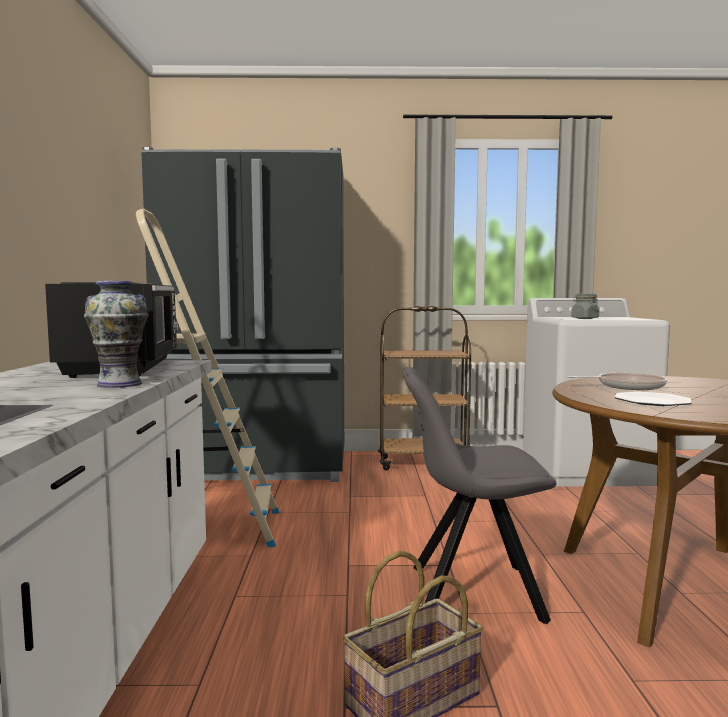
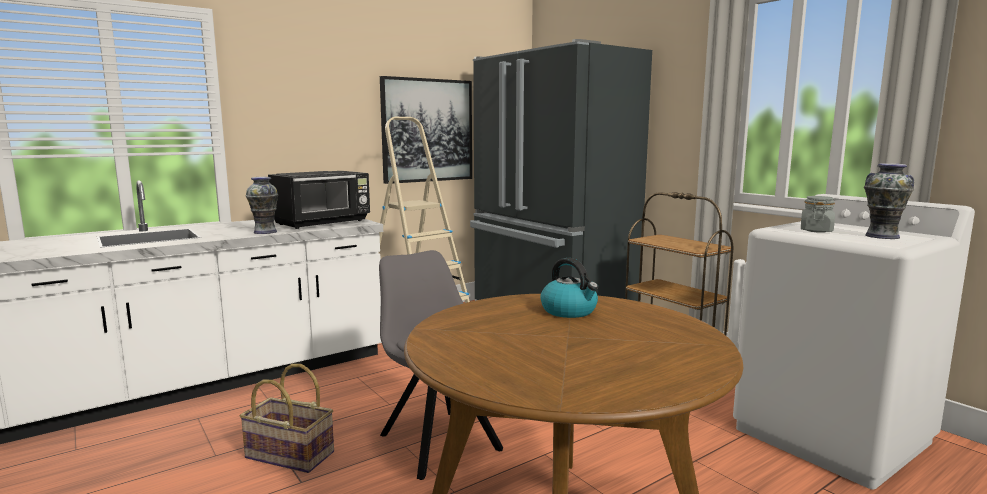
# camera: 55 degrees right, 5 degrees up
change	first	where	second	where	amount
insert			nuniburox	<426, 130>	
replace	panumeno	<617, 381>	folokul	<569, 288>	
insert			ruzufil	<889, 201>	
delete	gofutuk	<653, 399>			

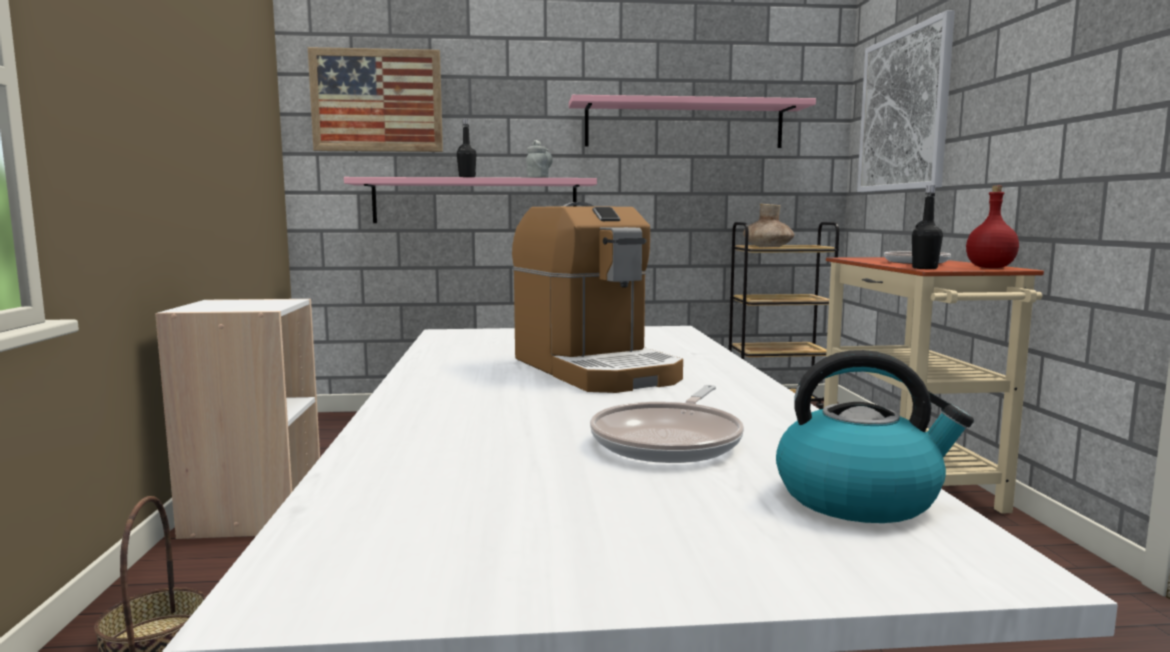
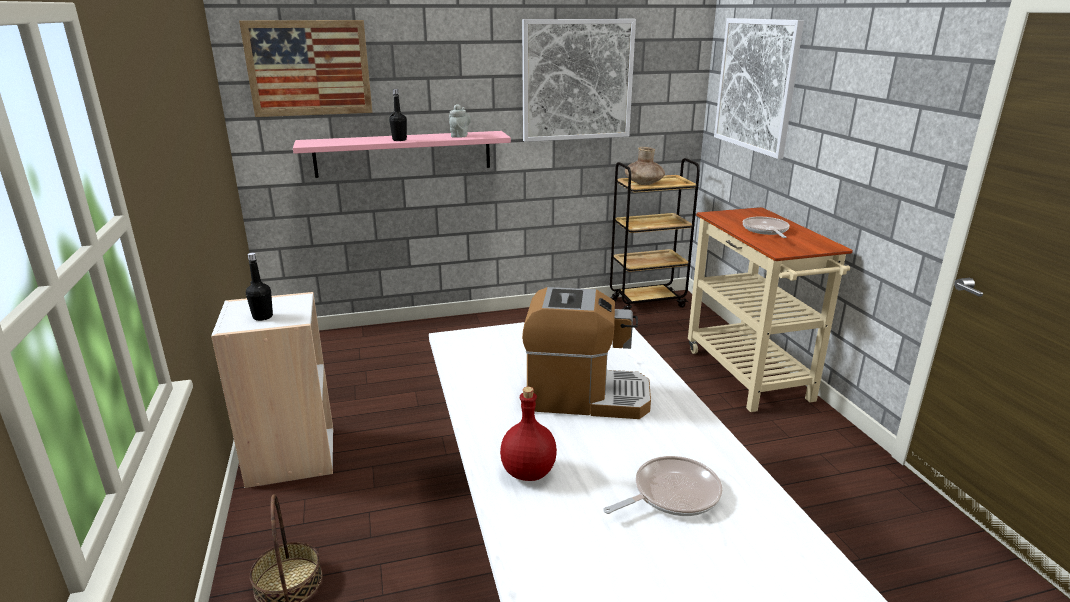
# camera: 10 degrees left, 15 degrees up
change	first	where	second	where	amount
move	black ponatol	<927, 227>		<259, 287>	
move	red ponatol	<992, 227>		<528, 434>	
replace	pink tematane	<692, 121>	nuniburox	<579, 80>	
rotate	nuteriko	<597, 297>		<586, 353>	45 degrees counterclockwise
rotate	panumeno	<667, 424>		<662, 486>	135 degrees counterclockwise
delete	folokul	<875, 436>			

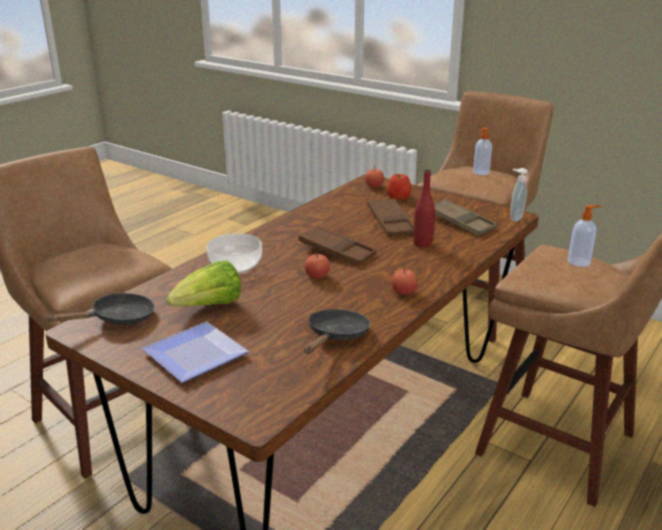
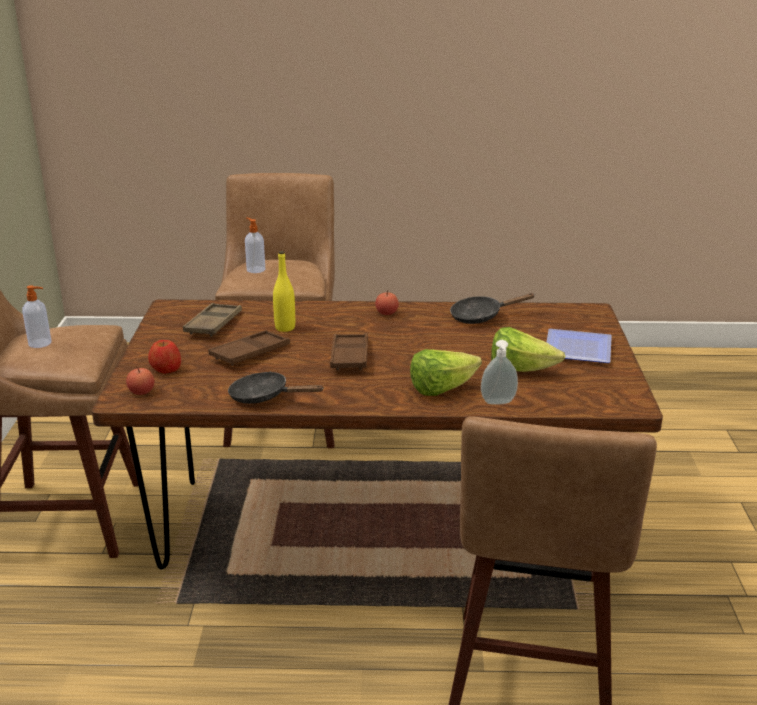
# camera: 125 degrees left, 0 degrees up
change	first	where	second	where	amount
move	black panumeno	<100, 309>		<276, 387>	
recolor	red ponatol	<424, 208>	yellow ponatol	<284, 291>	
replace	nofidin	<234, 253>	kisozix	<446, 372>	
move	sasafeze	<519, 195>		<499, 372>	
delete	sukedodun	<317, 264>			

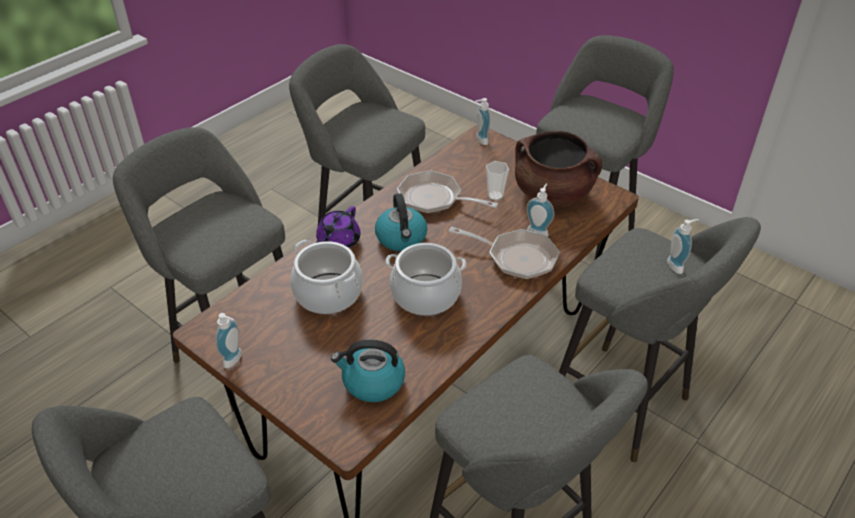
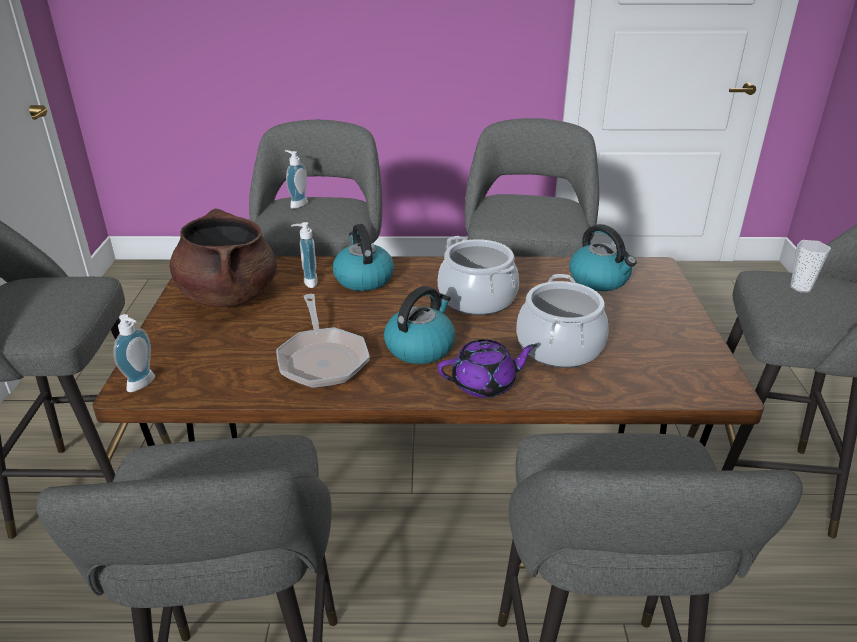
# camera: 130 degrees left, 10 degrees down
change	first	where	second	where	amount
replace	panumeno	<504, 253>	folokul	<363, 257>	
move	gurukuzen	<497, 181>		<810, 266>	
delete	sasafeze	<228, 340>			

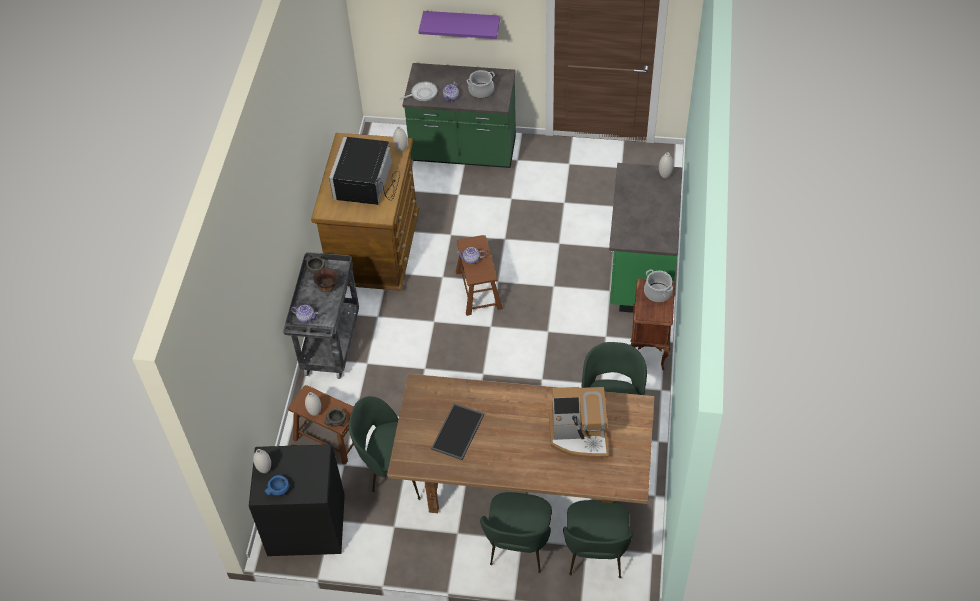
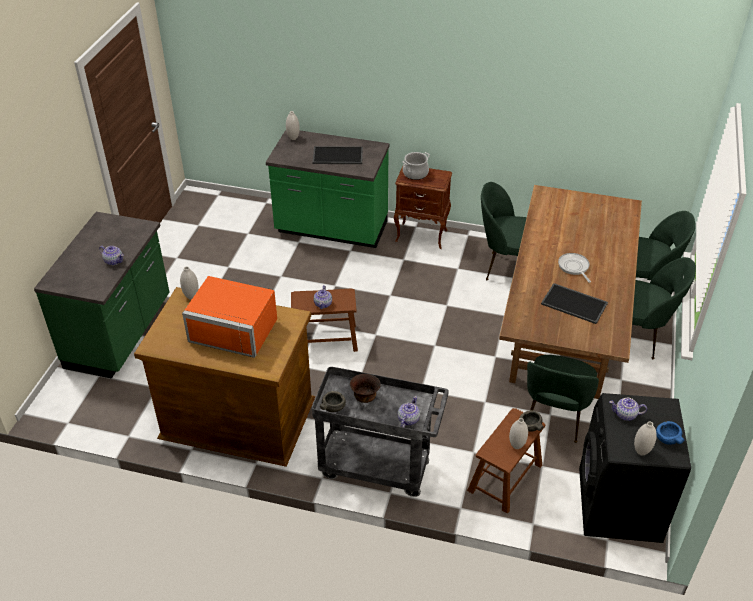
# camera: 85 degrees left, 10 degrees down
change	first	where	second	where	amount
recolor	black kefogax	<364, 170>	orange kefogax	<229, 317>	
insert			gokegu	<337, 155>	
move	panumeno	<418, 91>		<574, 268>	
insert			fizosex	<628, 409>	
delete	purple tematane	<459, 25>			
delete	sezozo	<481, 84>			
delete	nuteriko	<579, 422>			

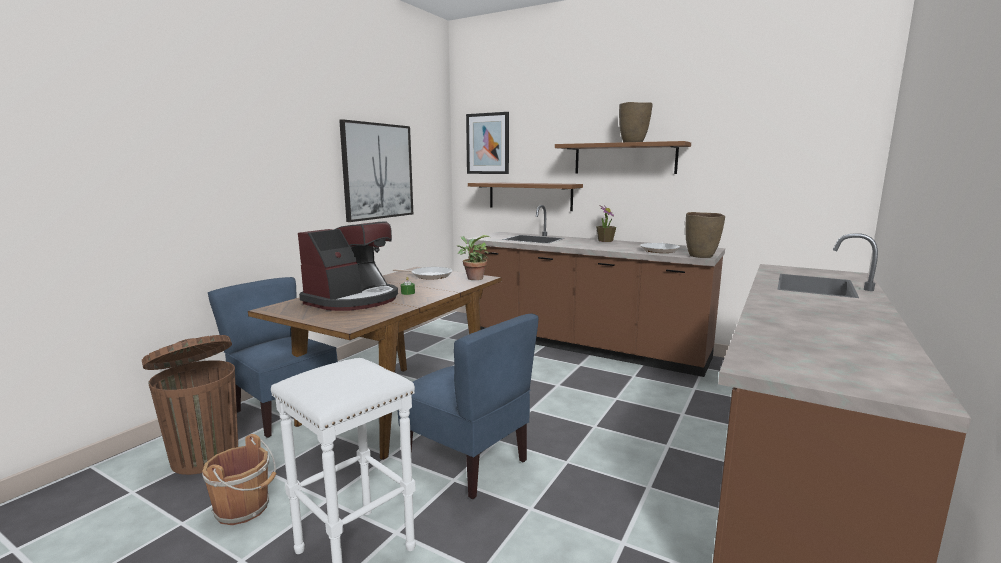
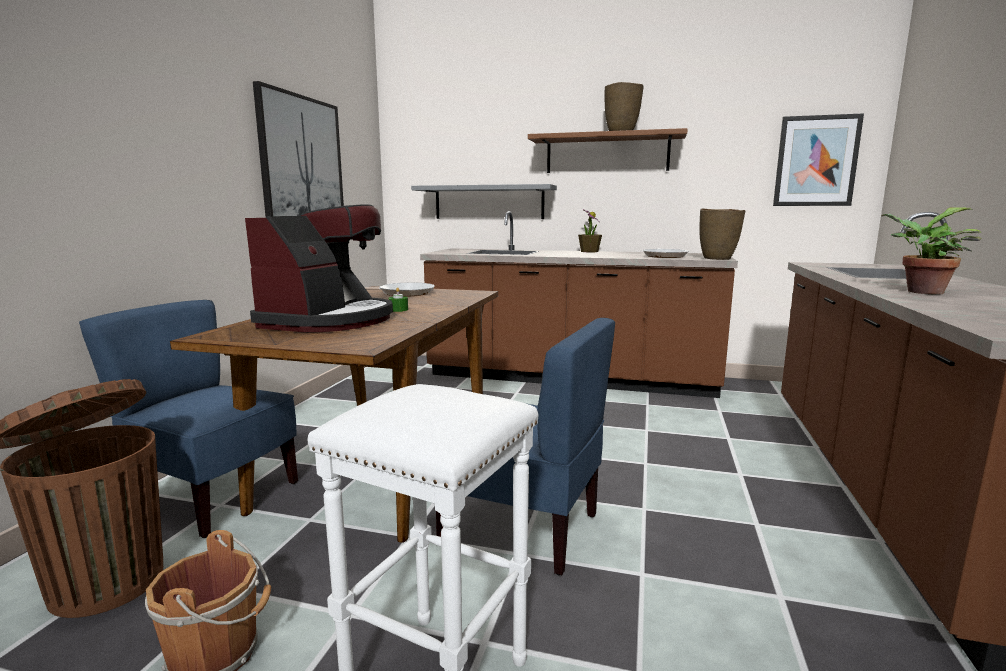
# camera: 15 degrees left, 0 degrees up
change	first	where	second	where	amount
recolor	brown tematane	<525, 196>	grey tematane	<484, 201>	
move	nuniburox	<487, 143>		<818, 159>	
move	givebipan	<473, 257>		<931, 250>	

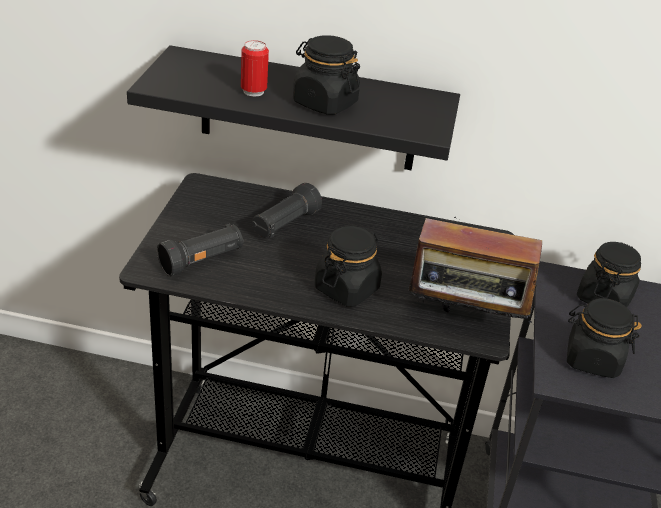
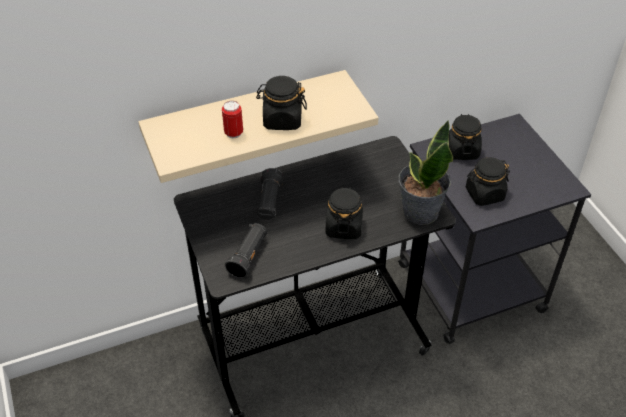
# camera: 30 degrees left, 10 degrees up
change	first	where	second	where	amount
recolor	black tematane	<293, 107>	beige tematane	<258, 126>	
replace	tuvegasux	<475, 271>	givebipan	<426, 172>	

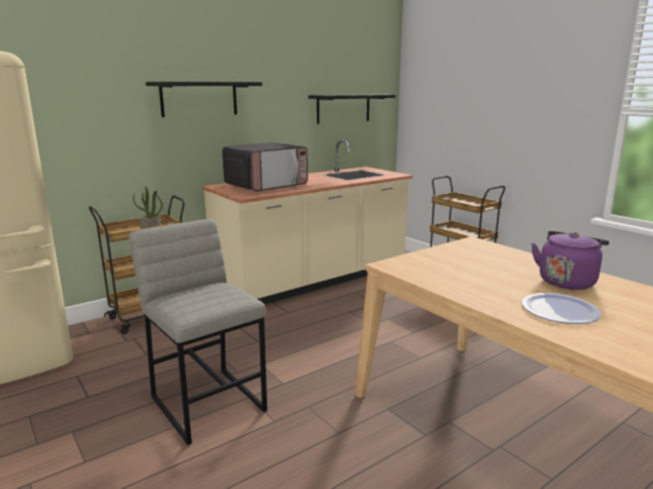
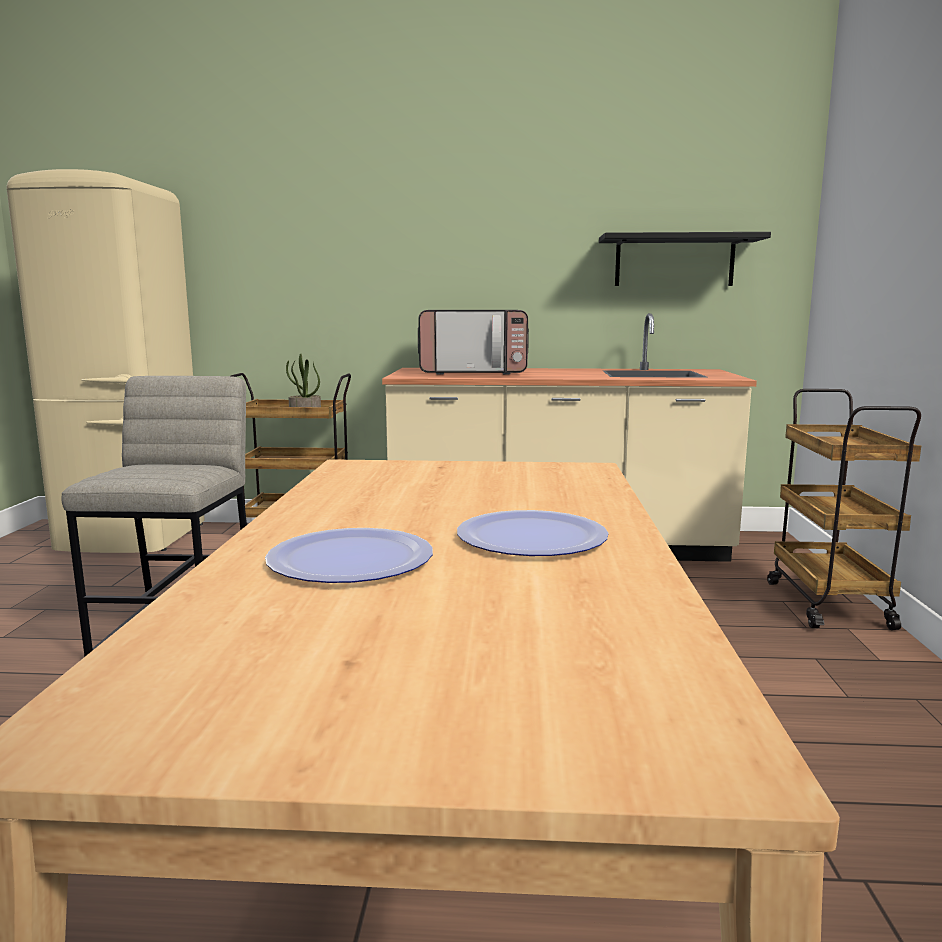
# camera: 40 degrees right, 5 degrees down
change	first	where	second	where	amount
replace	purple folokul	<570, 260>	gofutuk	<533, 533>	
delete	black tematane	<204, 99>			

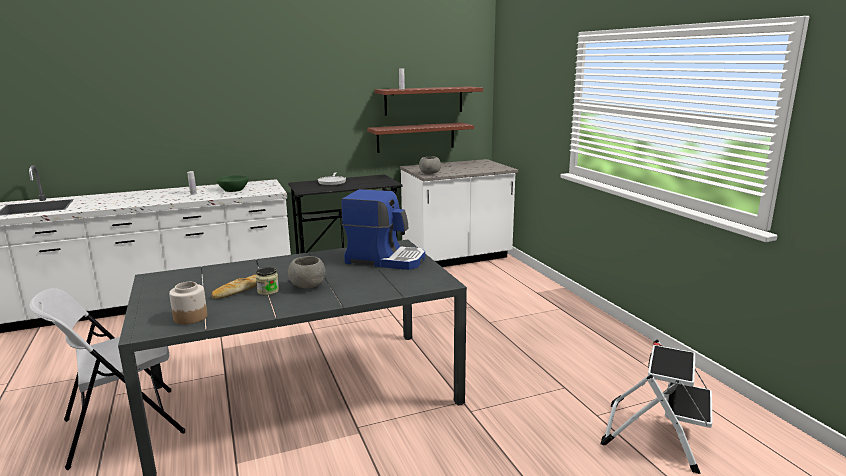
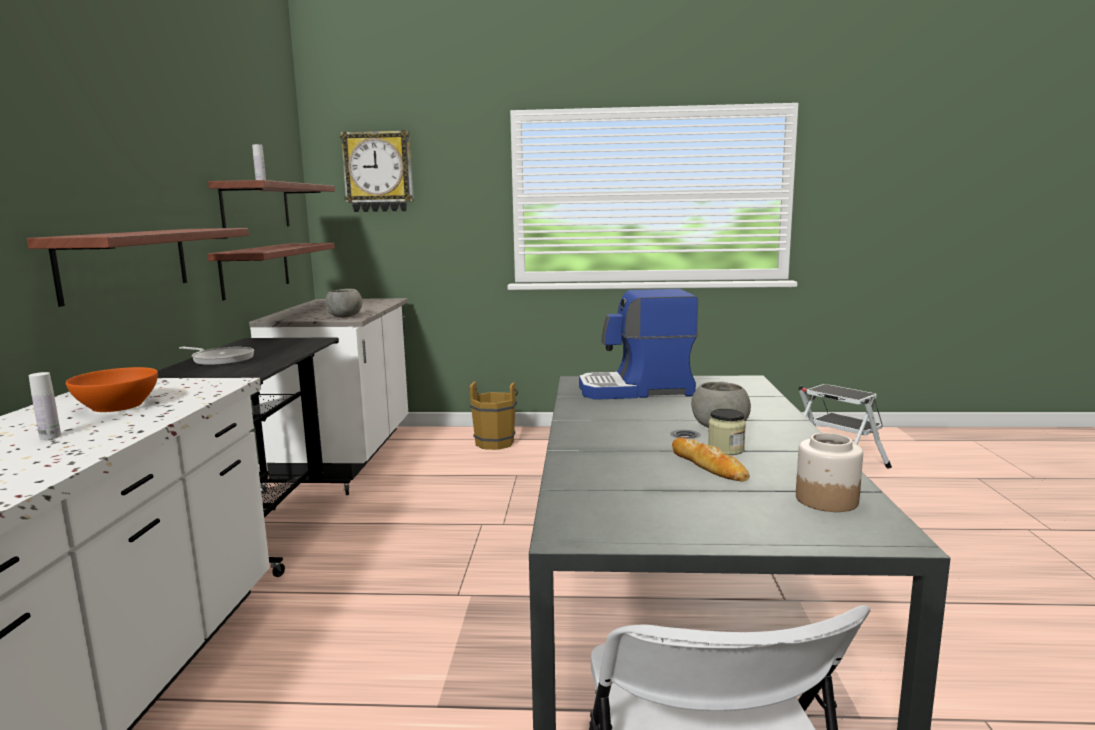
# camera: 65 degrees left, 5 degrees down
change	first	where	second	where	amount
insert			tematane	<138, 267>	
recolor	green nofidin	<232, 183>	orange nofidin	<112, 389>	
insert			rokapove	<377, 171>	
insert			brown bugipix	<493, 416>	
rotate	nuteriko	<383, 229>		<638, 344>	135 degrees counterclockwise

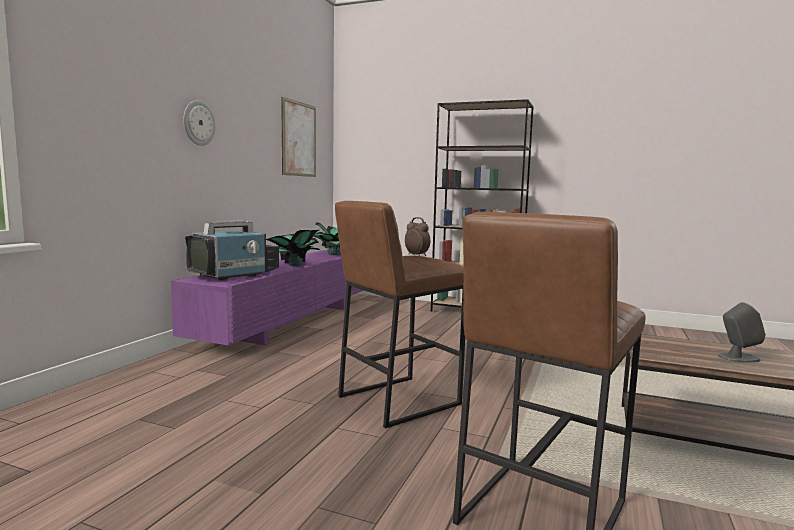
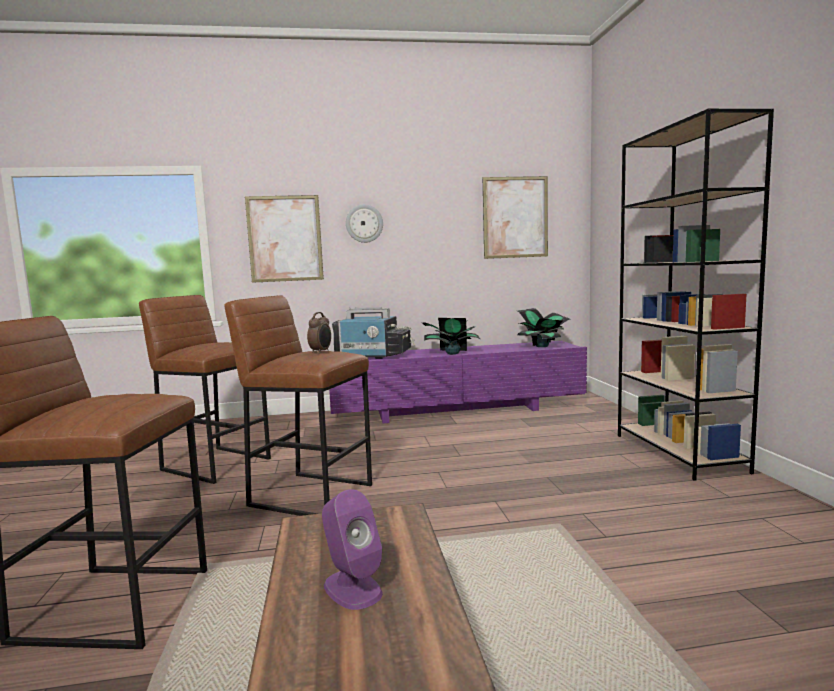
# camera: 60 degrees right, 0 degrees up
change	first	where	second	where	amount
insert			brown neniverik	<205, 389>	
insert			nuniburox	<284, 239>	
recolor	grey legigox	<742, 332>	purple legigox	<352, 549>	

